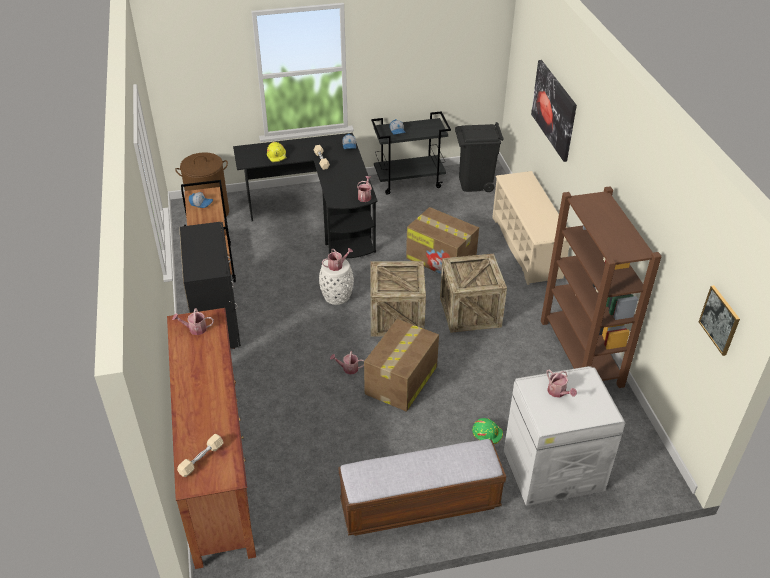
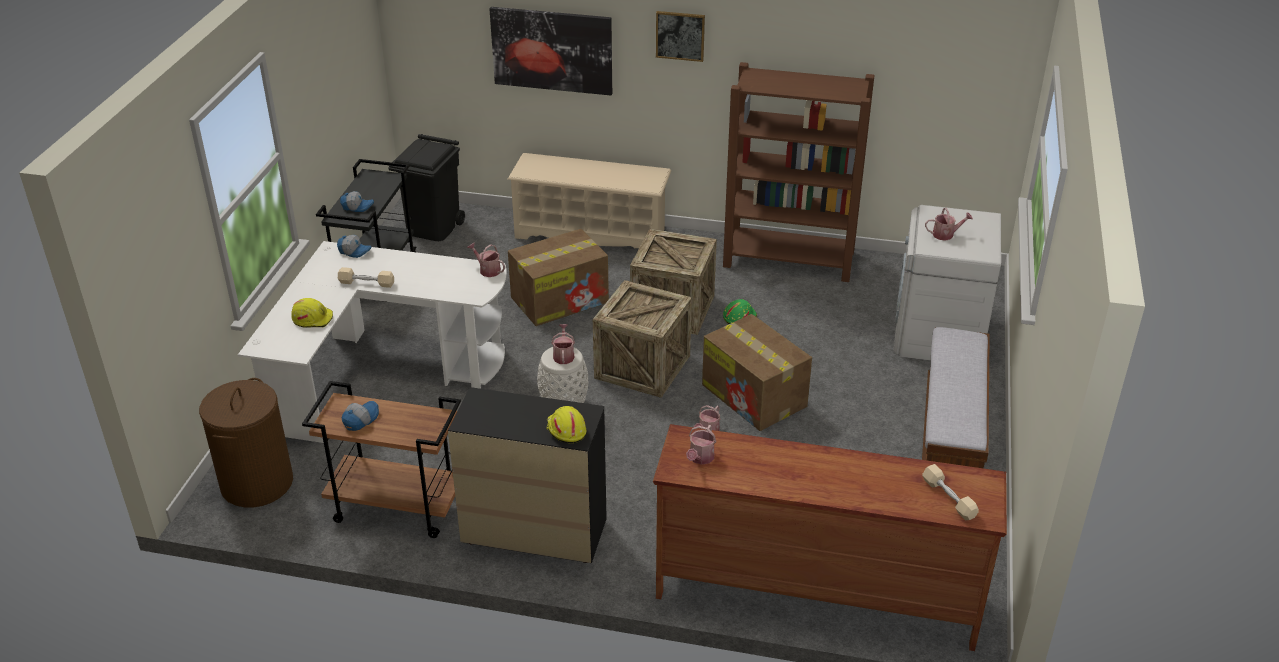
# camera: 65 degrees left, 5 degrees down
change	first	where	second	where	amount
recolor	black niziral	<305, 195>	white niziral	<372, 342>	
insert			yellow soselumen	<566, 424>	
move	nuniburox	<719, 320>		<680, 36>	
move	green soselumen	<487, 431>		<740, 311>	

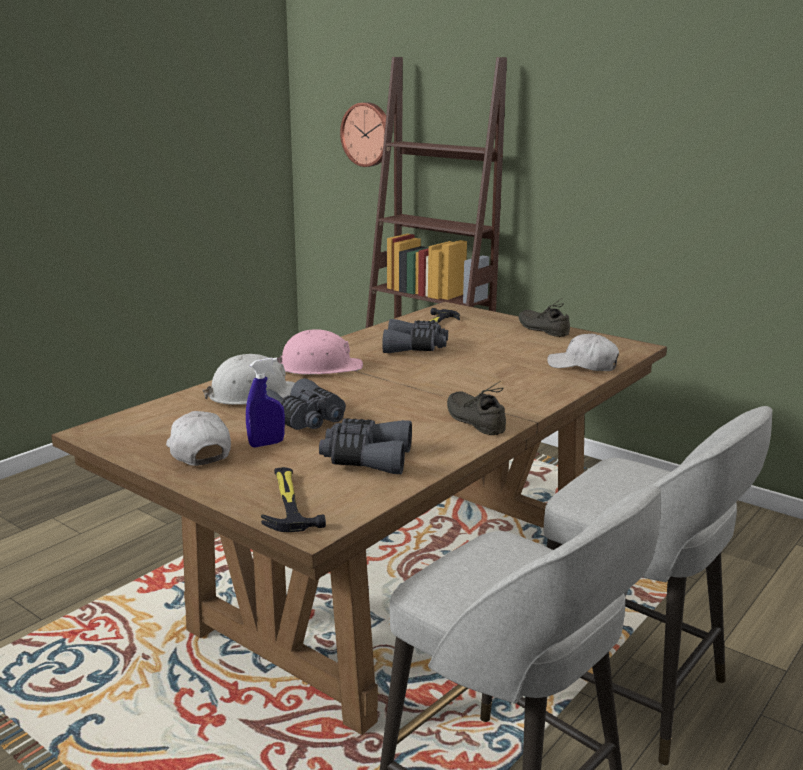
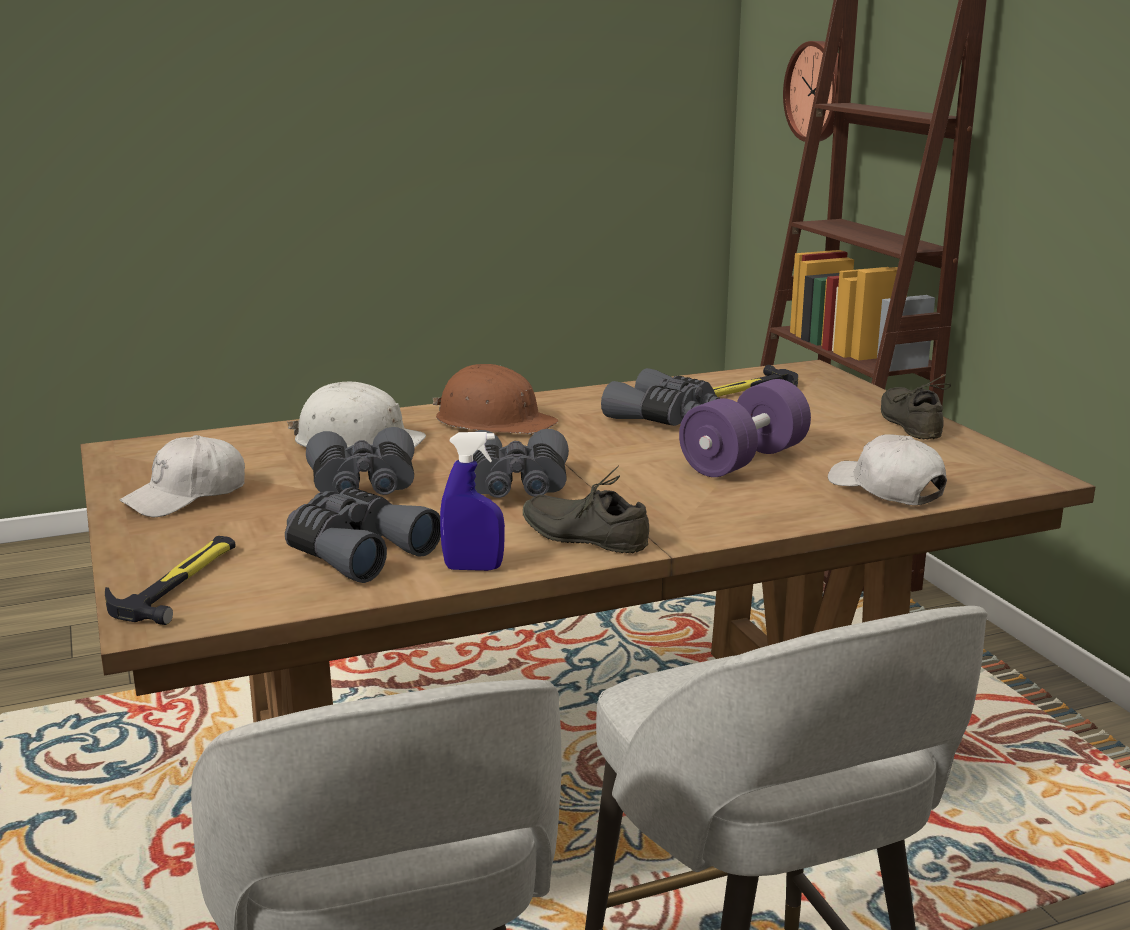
# camera: 30 degrees right, 0 degrees up
change	first	where	second	where	amount
rotate	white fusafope	<198, 438>		<182, 476>	135 degrees counterclockwise
recolor	pink soselumen	<320, 352>	brown soselumen	<495, 399>	
move	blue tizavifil	<265, 402>		<472, 501>	
insert			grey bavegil	<521, 463>	
rotate	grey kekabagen	<476, 408>		<586, 509>	60 degrees counterclockwise
insert			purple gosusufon	<745, 428>	

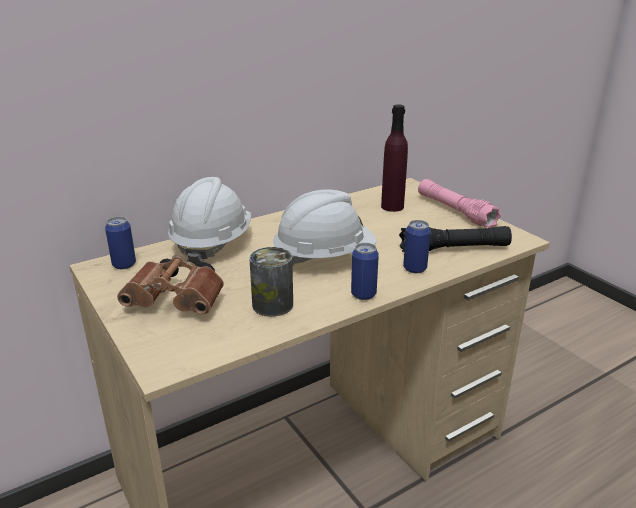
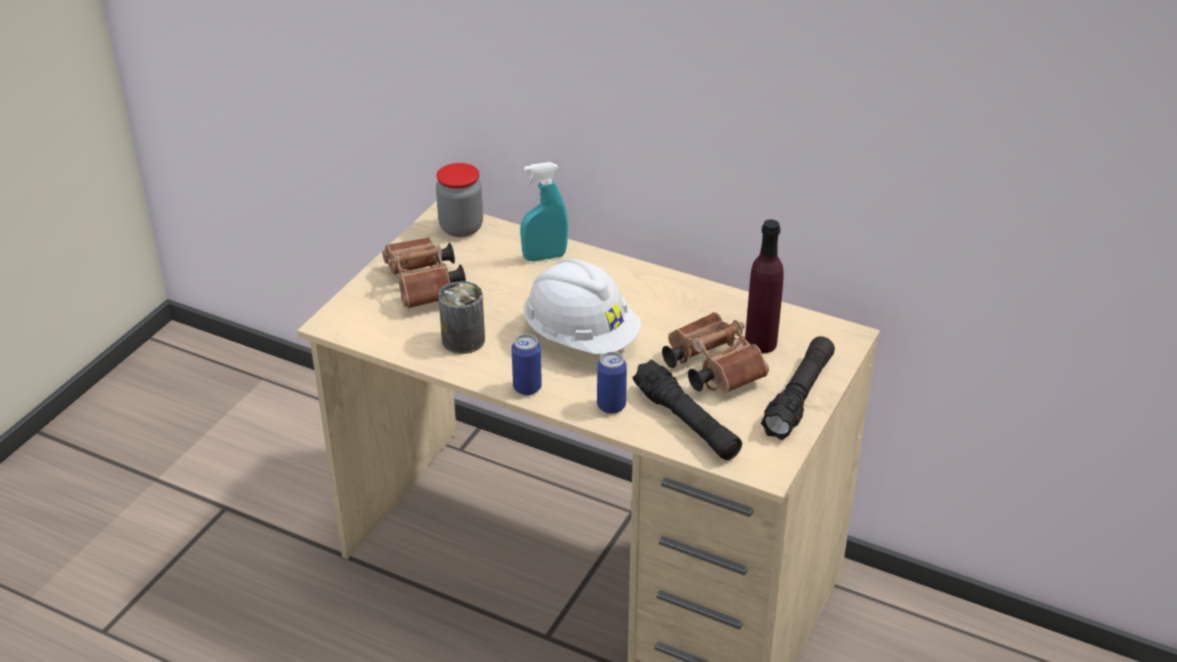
# camera: 60 degrees right, 10 degrees up
change	first	where	second	where	amount
replace	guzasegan	<120, 242>	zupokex	<459, 200>	
replace	white soselumen	<209, 221>	turquoise tizavifil	<544, 211>	
insert			brown bavegil	<715, 352>	
recolor	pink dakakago	<459, 203>	black dakakago	<798, 388>	

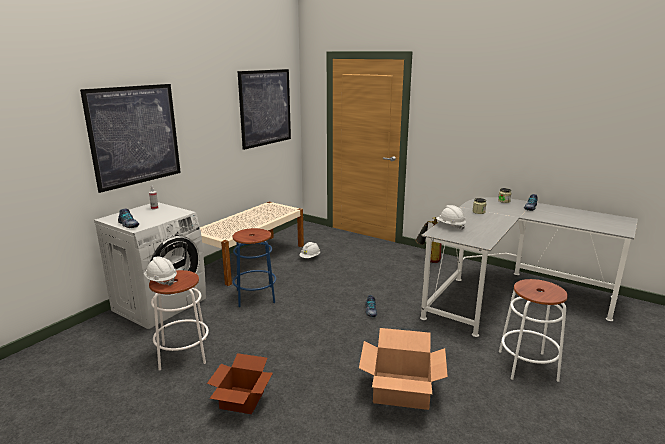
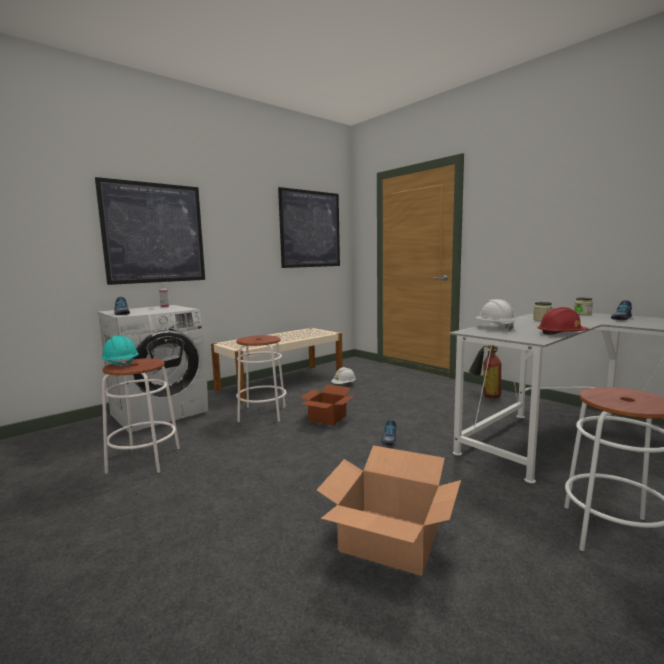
# camera: 15 degrees right, 10 degrees down
change	first	where	second	where	amount
recolor	white soselumen	<160, 271>	turquoise soselumen	<119, 351>	
recolor	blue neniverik	<254, 267>	white neniverik	<261, 378>	
move	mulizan	<240, 383>		<327, 405>	
insert			red soselumen	<563, 321>	

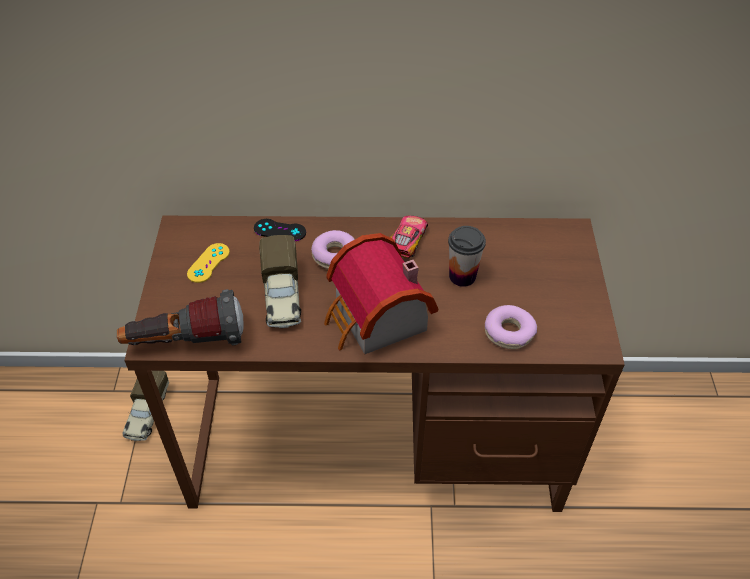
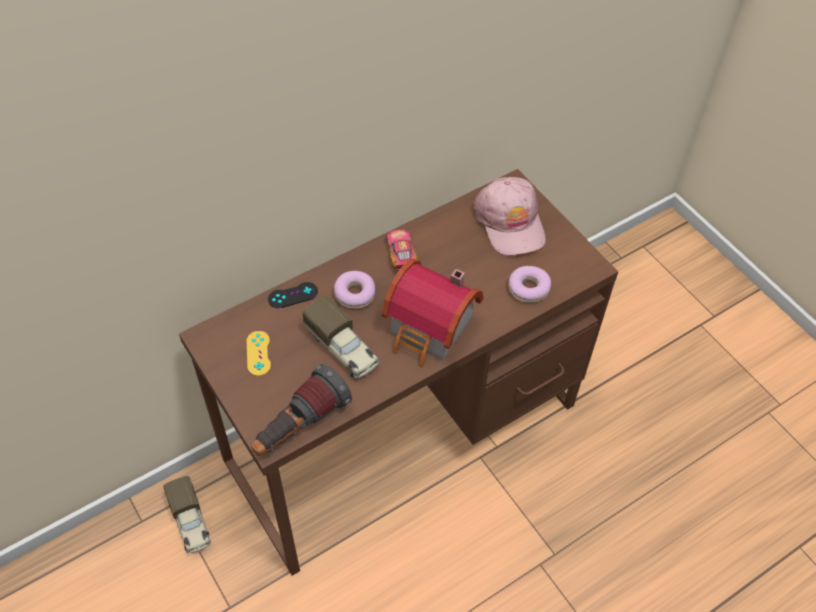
# camera: 35 degrees left, 5 degrees up
change	first	where	second	where	amount
insert			pink fusafope	<510, 216>	
delete	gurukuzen	<467, 256>			

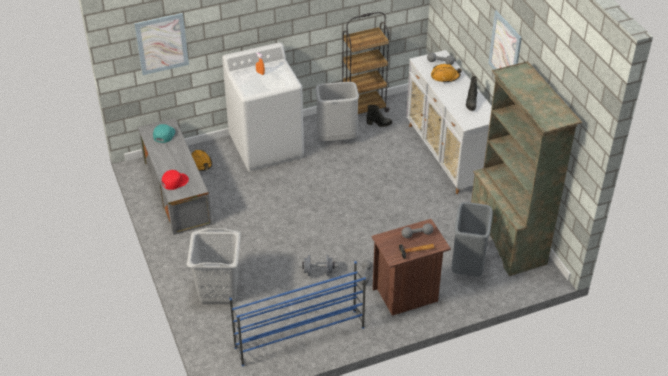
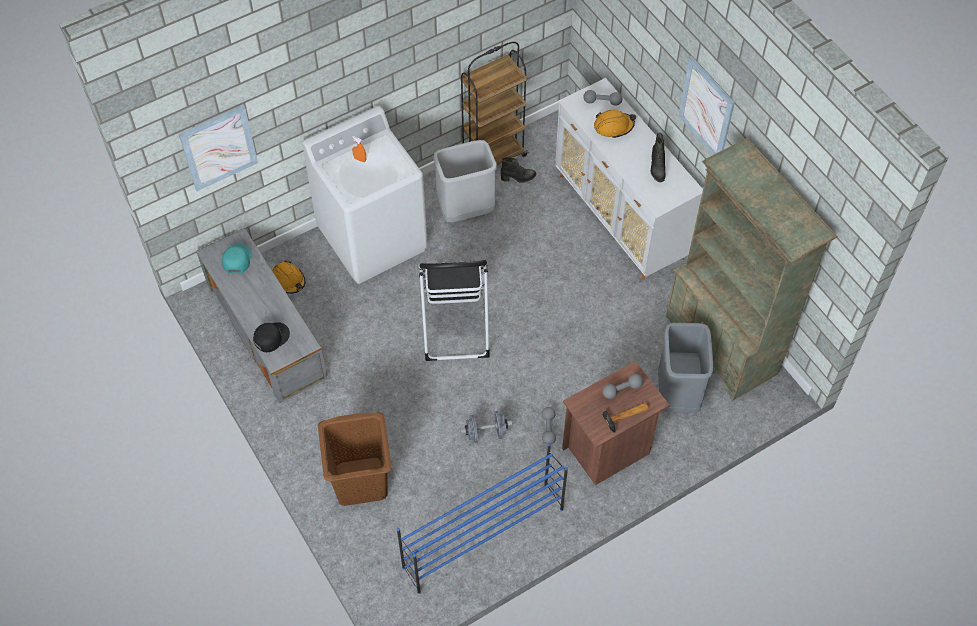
# camera: 10 degrees left, 15 degrees up
change	first	where	second	where	amount
recolor	red fusafope	<175, 180>	black fusafope	<271, 337>	
recolor	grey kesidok	<214, 265>	brown kesidok	<355, 459>	
insert			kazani	<454, 310>	

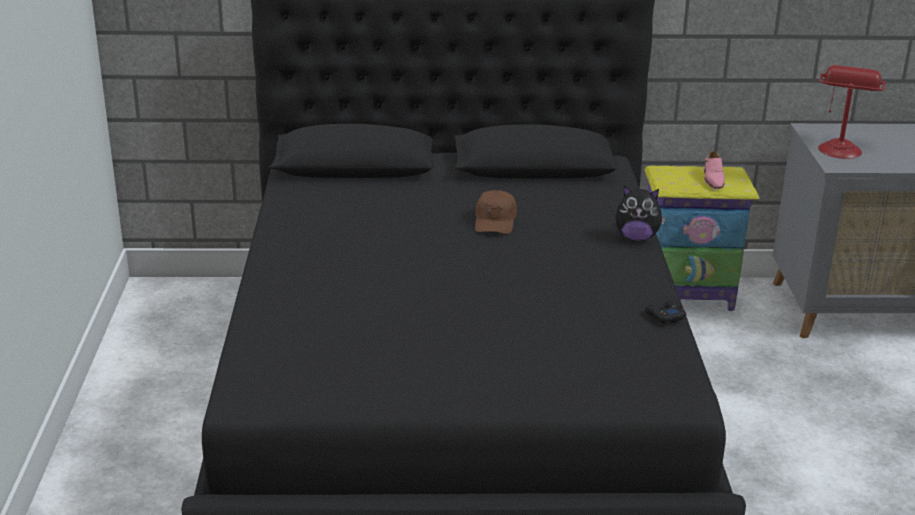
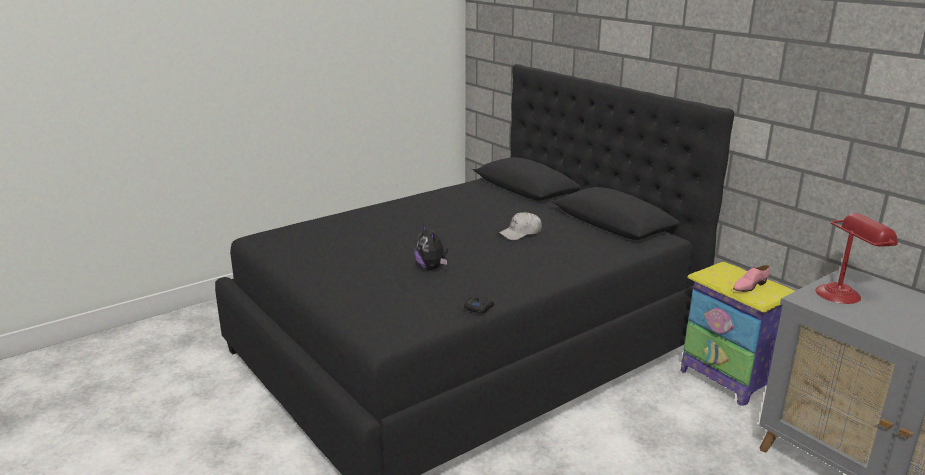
# camera: 55 degrees right, 5 degrees down
change	first	where	second	where	amount
move	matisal	<640, 213>		<431, 247>	
recolor	brown fusafope	<496, 212>	white fusafope	<520, 226>	

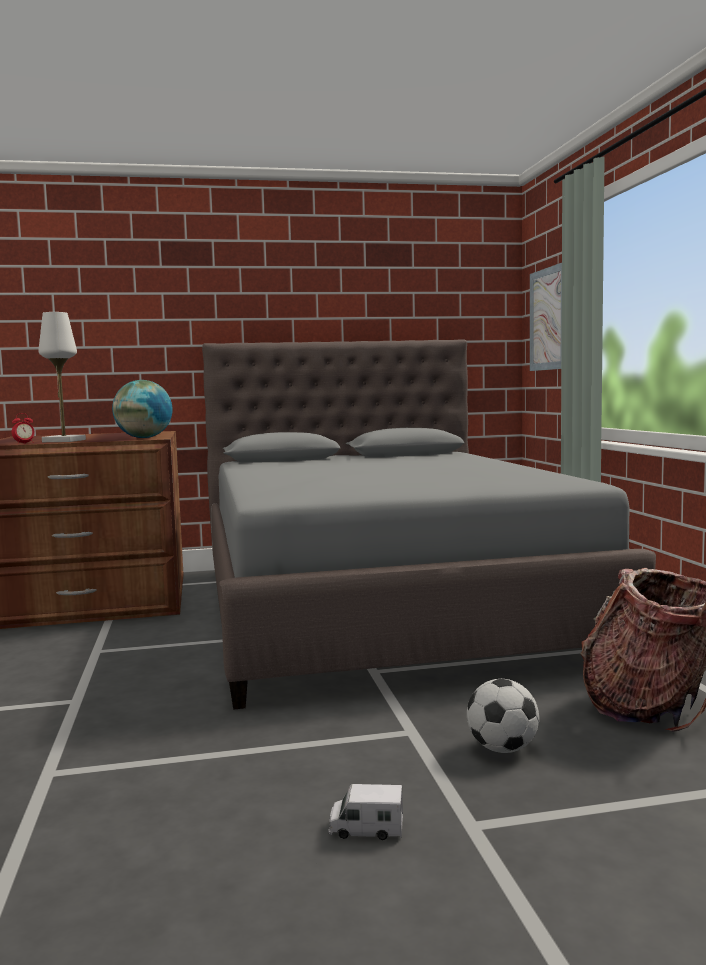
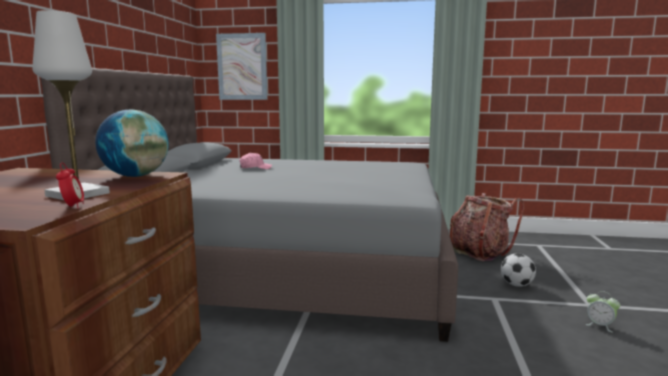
# camera: 70 degrees left, 5 degrees up
change	first	where	second	where	amount
insert			pink fusafope	<255, 160>	
replace	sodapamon	<365, 812>	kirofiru	<602, 311>	

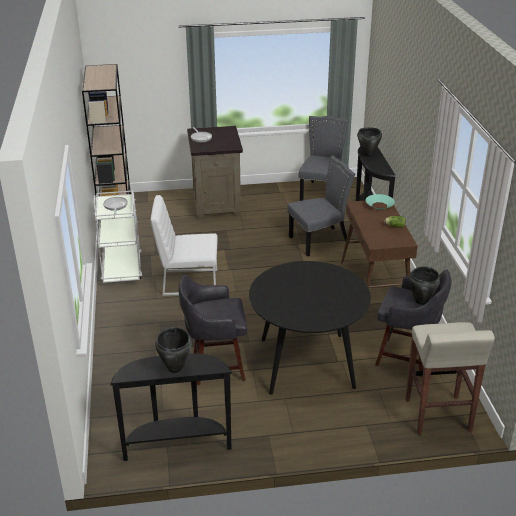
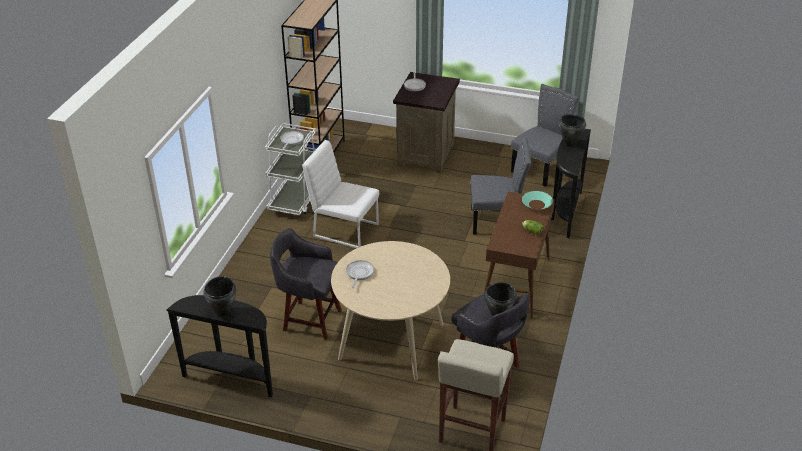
# camera: 25 degrees right, 5 degrees up
change	first	where	second	where	amount
recolor	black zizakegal	<310, 327>	beige zizakegal	<390, 310>	
insert			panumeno	<360, 274>	

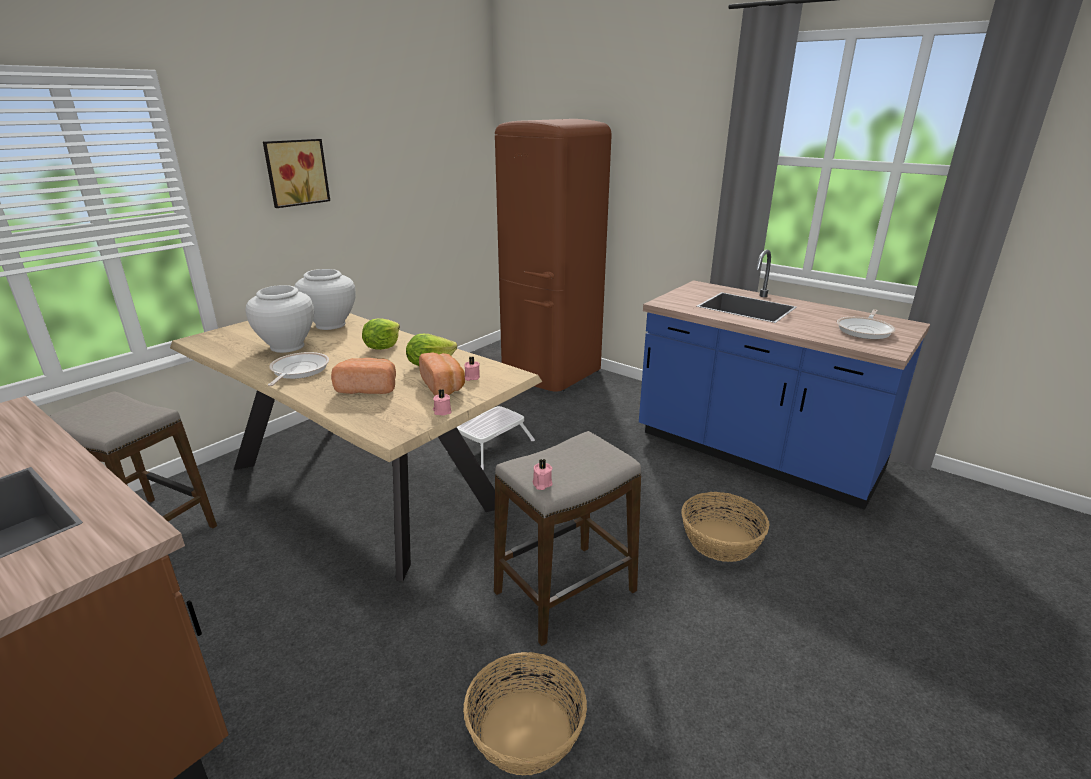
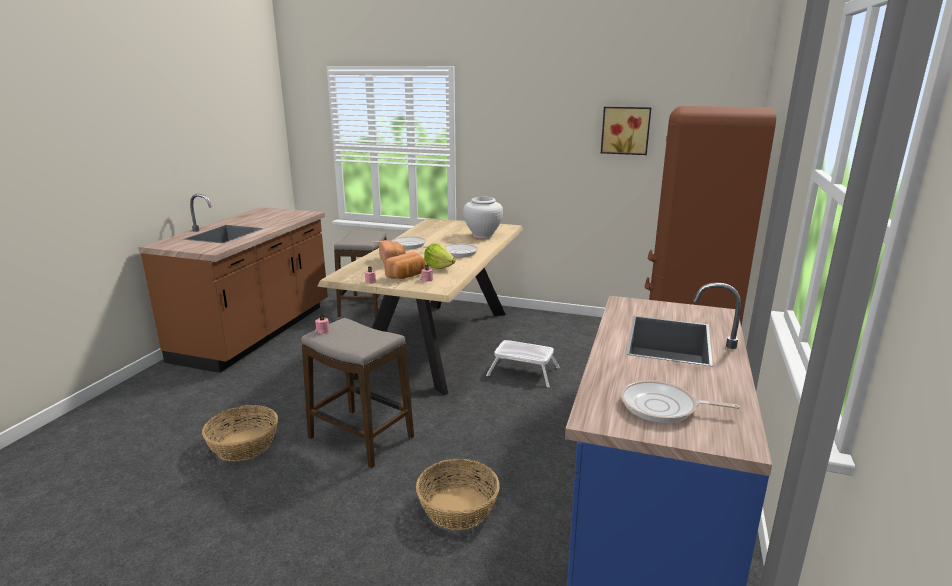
# camera: 70 degrees right, 5 degrees down
change	first	where	second	where	amount
replace	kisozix	<381, 334>	panumeno	<450, 250>	
move	nuniburox	<296, 173>		<626, 131>	
delete	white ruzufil	<279, 319>			

